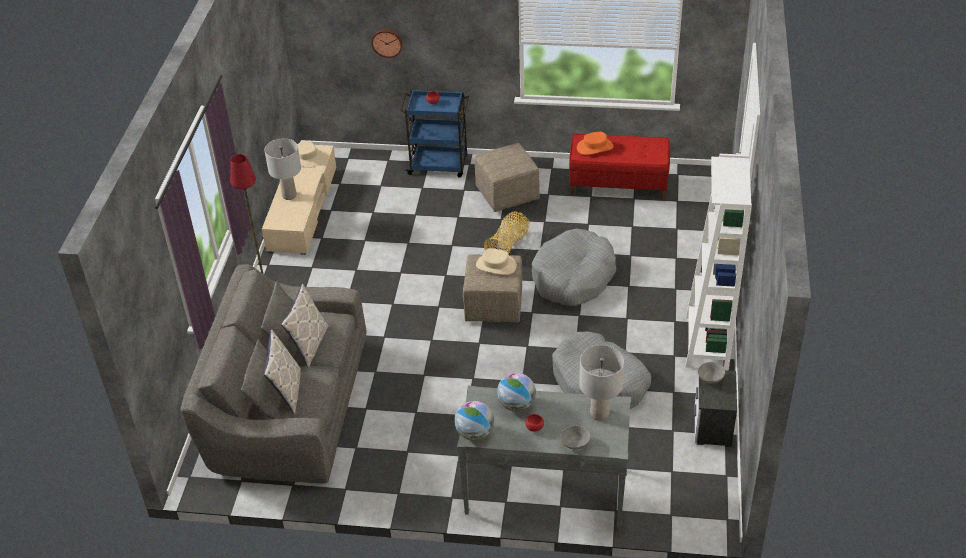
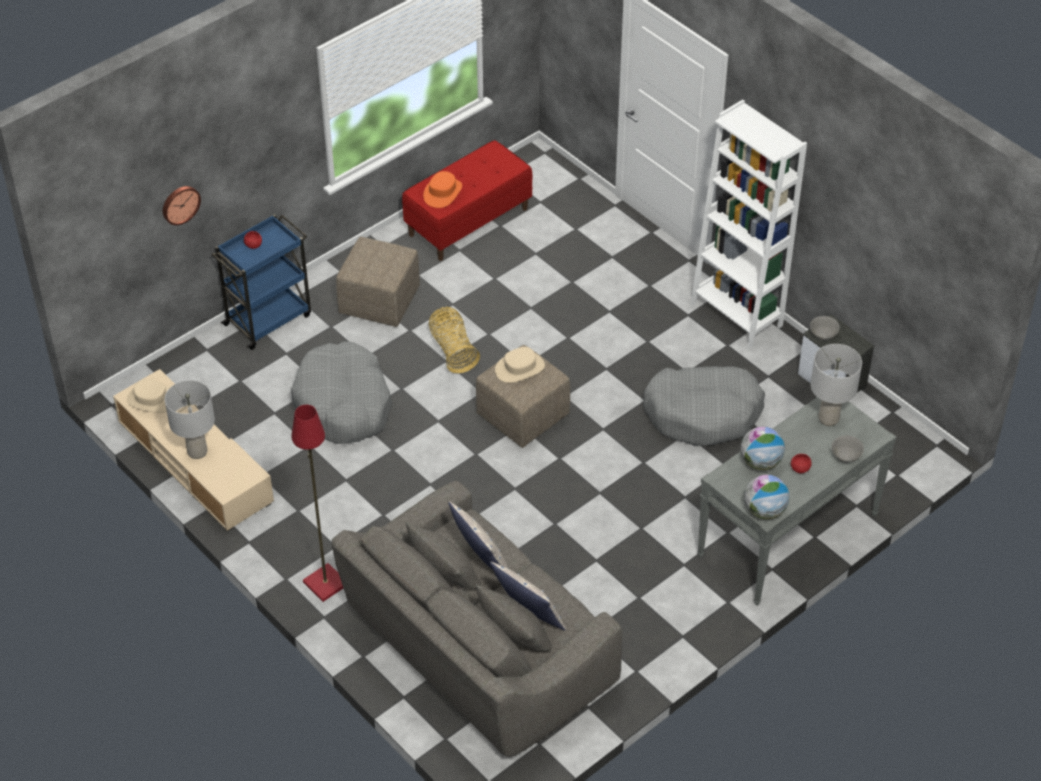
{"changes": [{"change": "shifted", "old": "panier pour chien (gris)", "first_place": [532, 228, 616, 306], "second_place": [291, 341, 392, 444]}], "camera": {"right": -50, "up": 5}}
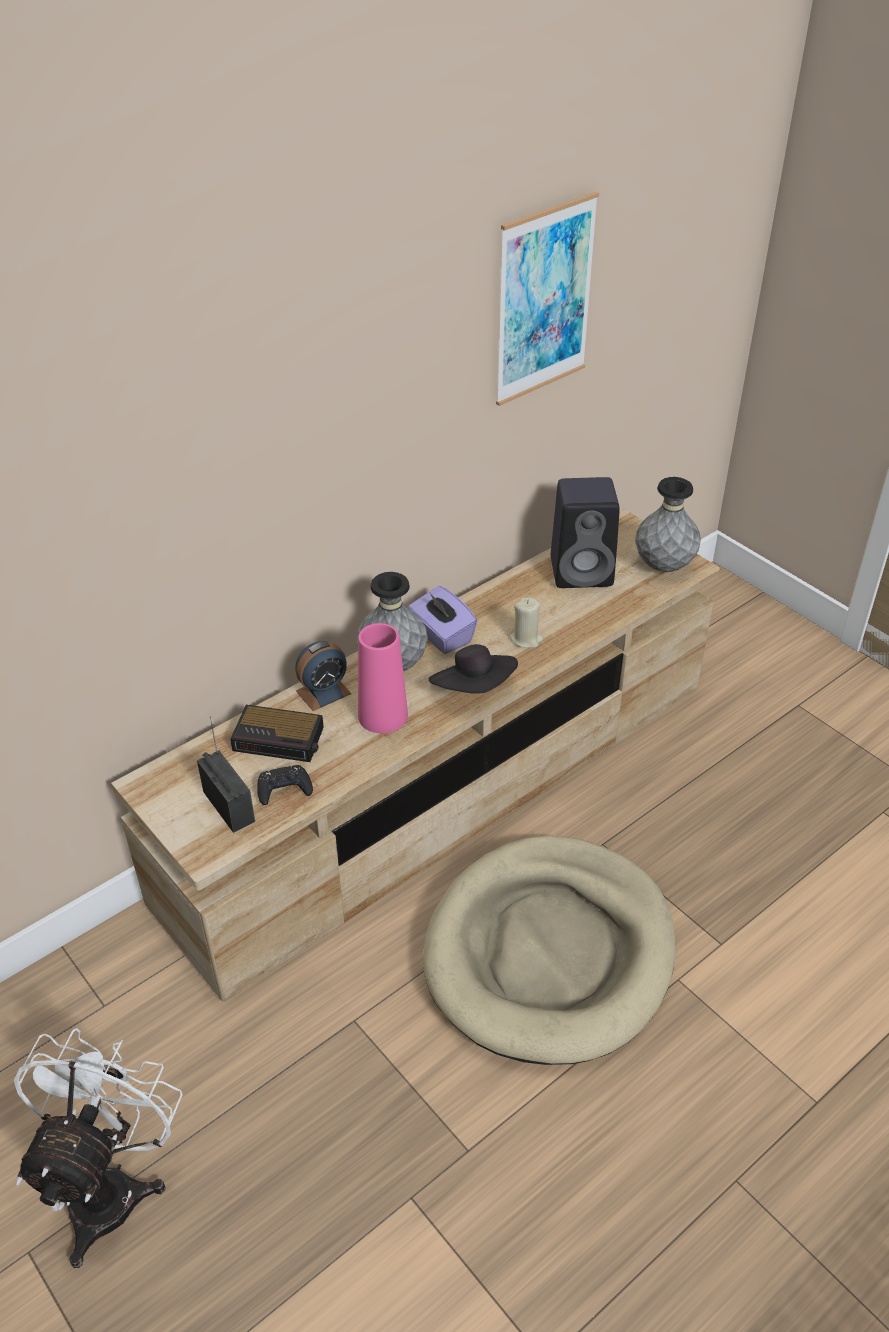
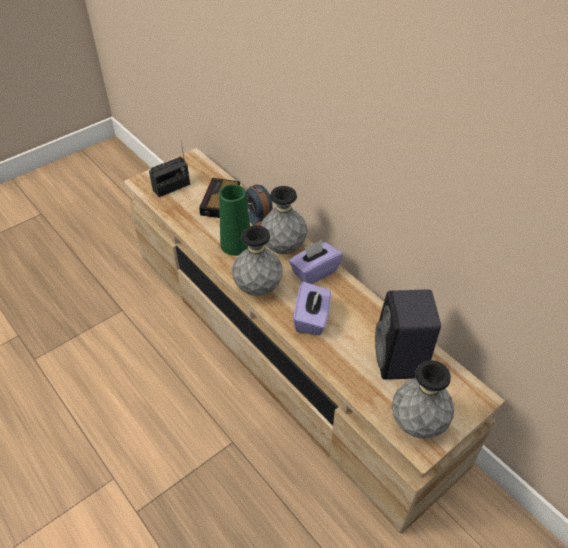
{"changes": [{"change": "gone", "old": "ventilateur (blanc)", "first_place": [14, 1028, 183, 1268]}, {"change": "gone", "old": "manette (noir)", "first_place": [257, 765, 313, 805]}, {"change": "gone", "old": "panier pour chien (beige)", "first_place": [423, 835, 675, 1065]}, {"change": "gone", "old": "tableau", "first_place": [496, 192, 599, 406]}, {"change": "swapped", "old": "chapeau (noir)", "new": "vase (gris)", "first_place": [429, 644, 518, 694], "second_place": [232, 225, 283, 296]}, {"change": "swapped", "old": "bougie (beige)", "new": "boîte à mouchoirs (violet)", "first_place": [510, 597, 543, 648], "second_place": [293, 282, 331, 335]}, {"change": "repainted", "old": "vase (rose)", "new": "vase (vert)", "first_place": [358, 623, 408, 733], "second_place": [219, 184, 250, 256]}], "camera": {"right": 90, "up": 5}}
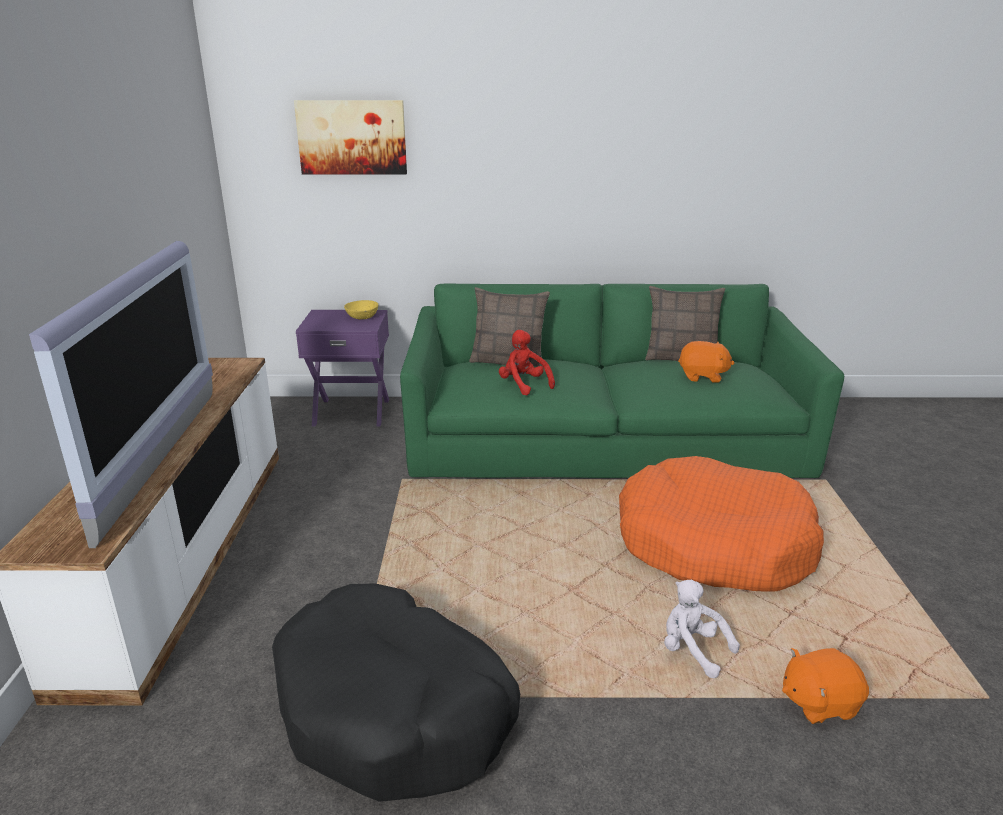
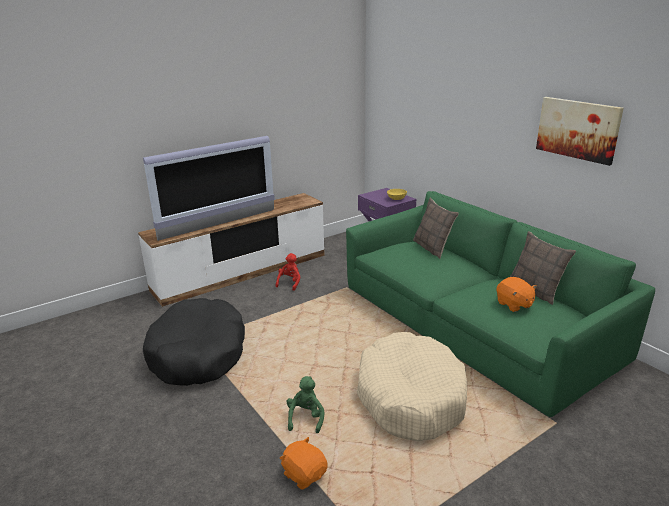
{"changes": [{"change": "shifted", "old": "tableau", "first_place": [294, 100, 407, 175], "second_place": [536, 97, 624, 166]}, {"change": "shifted", "old": "peluche (rouge)", "first_place": [499, 330, 555, 396], "second_place": [276, 253, 301, 291]}, {"change": "repainted", "old": "panier pour chien (orange)", "new": "panier pour chien (beige)", "first_place": [619, 456, 824, 592], "second_place": [357, 332, 467, 442]}, {"change": "repainted", "old": "peluche (blanc)", "new": "peluche (vert)", "first_place": [664, 580, 740, 678], "second_place": [286, 376, 324, 433]}], "camera": {"right": 55, "up": 0}}
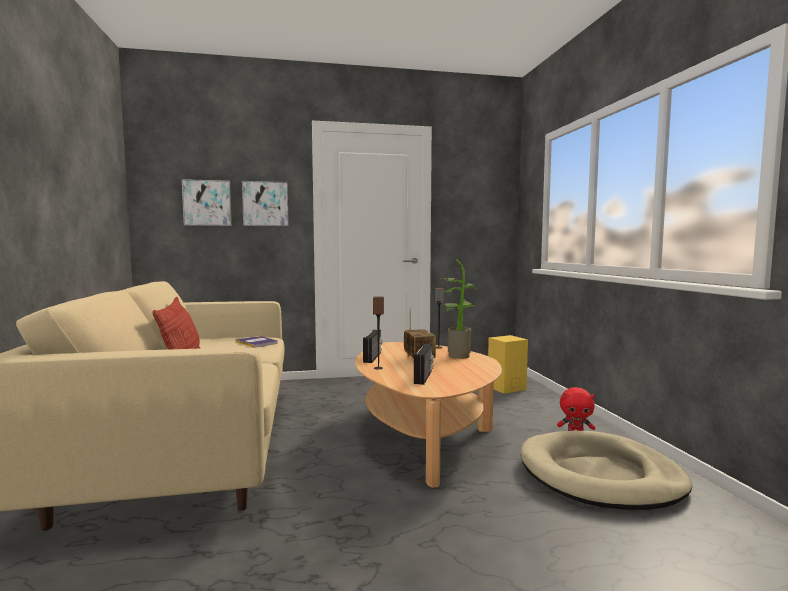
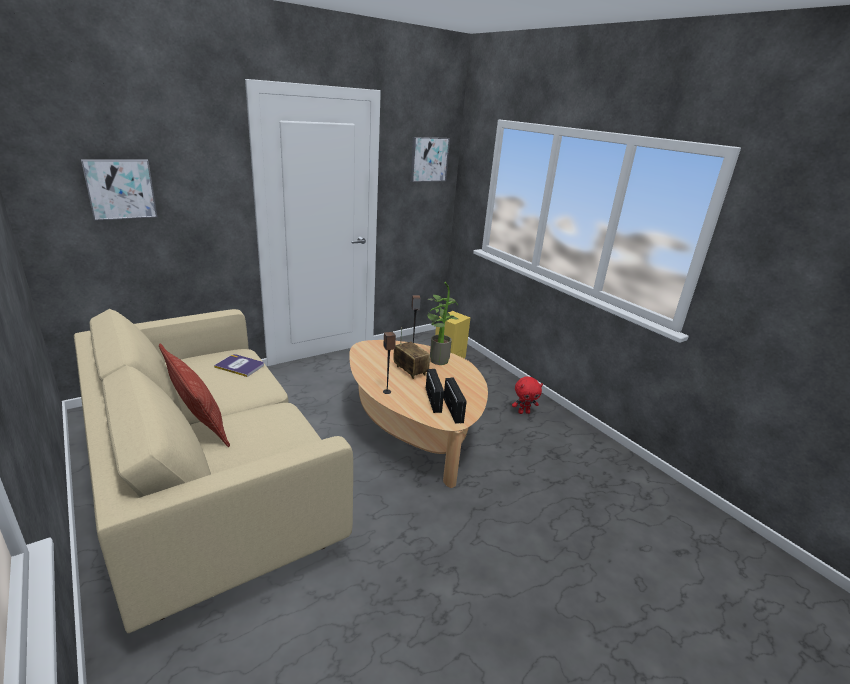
{"changes": [{"change": "gone", "old": "panier pour chien (beige)", "first_place": [520, 431, 692, 510]}, {"change": "shifted", "old": "tableau", "first_place": [242, 181, 289, 226], "second_place": [410, 137, 450, 182]}, {"change": "shifted", "old": "radio", "first_place": [363, 330, 382, 363], "second_place": [443, 377, 467, 424]}], "camera": {"right": -25, "up": 20}}
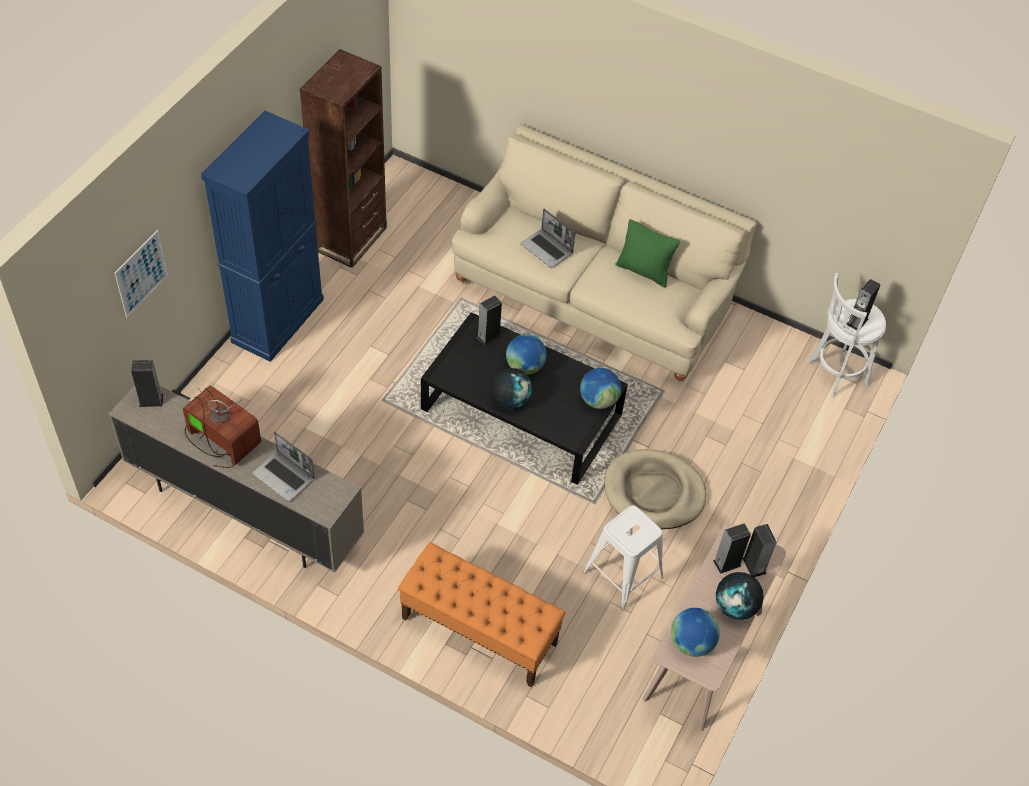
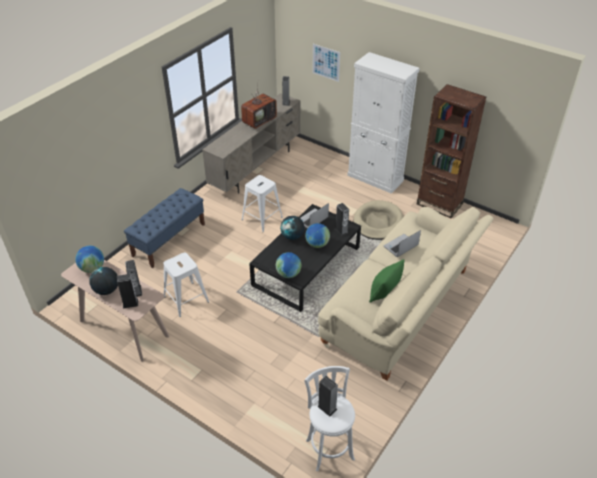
{"changes": [{"change": "new", "new": "tabouret (blanc)", "second_place": [242, 175, 283, 232]}, {"change": "shifted", "old": "ordinateur portable", "first_place": [252, 431, 315, 502], "second_place": [300, 203, 329, 229]}, {"change": "shifted", "old": "panier pour chien (beige)", "first_place": [604, 449, 706, 529], "second_place": [354, 200, 403, 240]}, {"change": "repainted", "old": "meuble de rangement (bleu)", "new": "meuble de rangement (blanc)", "first_place": [201, 111, 324, 362], "second_place": [347, 52, 420, 194]}, {"change": "repainted", "old": "banc (orange)", "new": "banc (bleu)", "first_place": [398, 542, 566, 687], "second_place": [124, 188, 205, 268]}], "camera": {"right": 100, "up": -10}}
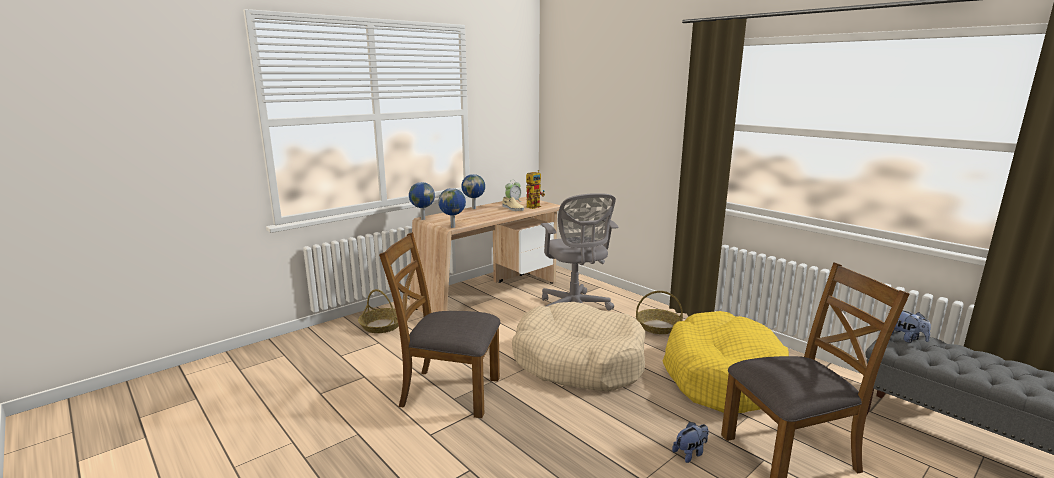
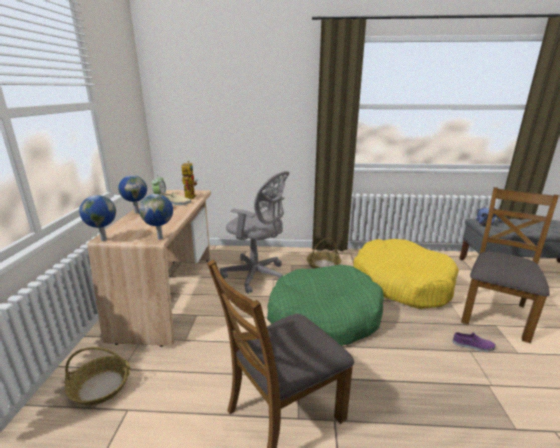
{"changes": [{"change": "swapped", "old": "peluche", "new": "chaussure (violet)", "first_place": [672, 422, 709, 463], "second_place": [452, 332, 496, 352]}, {"change": "repainted", "old": "panier pour chien (beige)", "new": "panier pour chien (vert)", "first_place": [512, 302, 645, 392], "second_place": [267, 264, 384, 346]}], "camera": {"right": -45, "up": 5}}
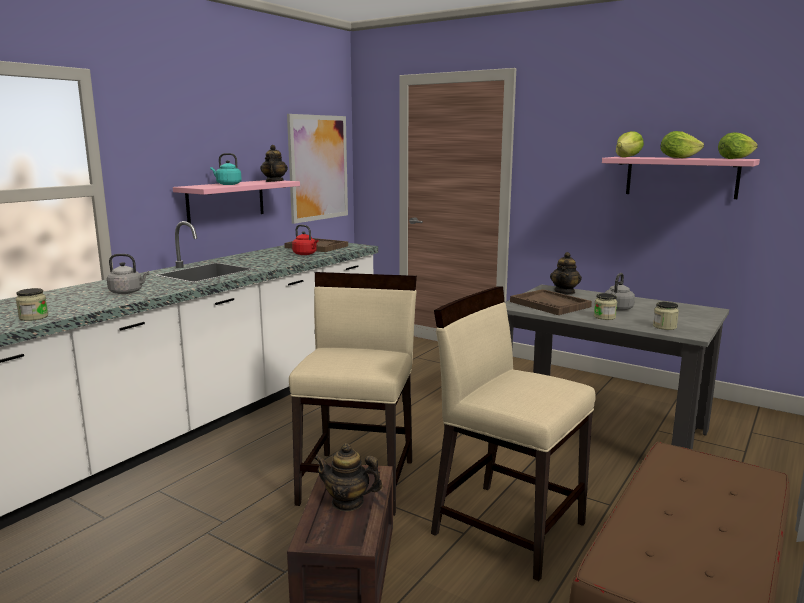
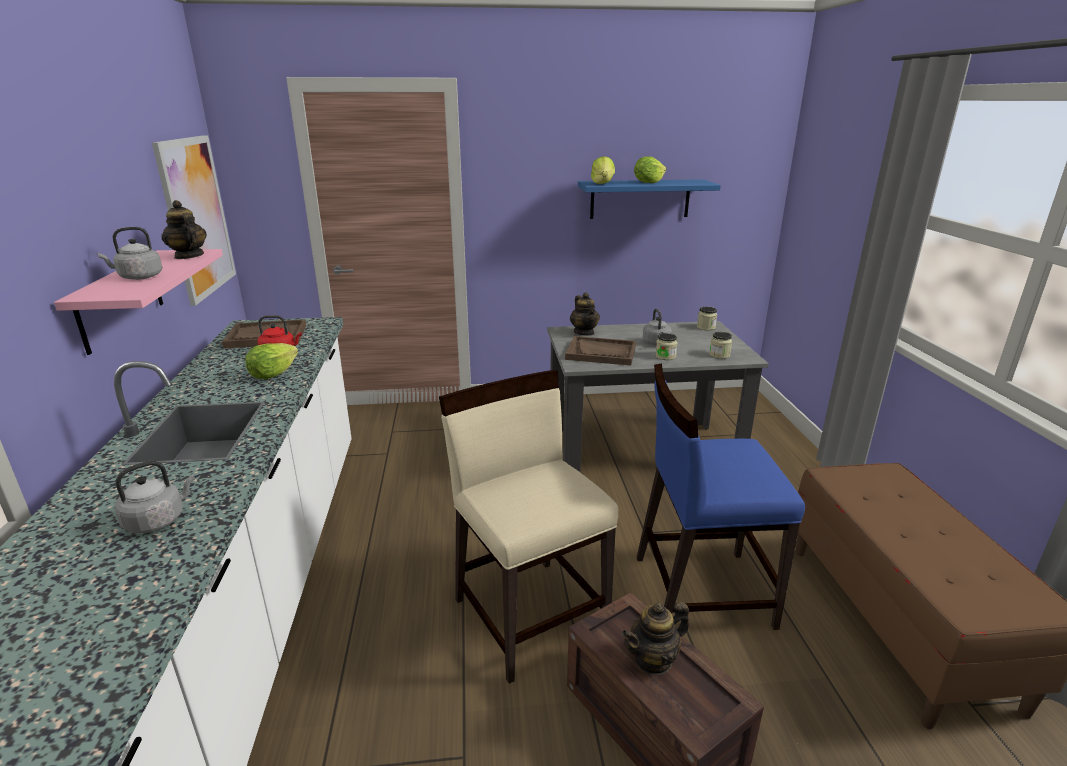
{"changes": [{"change": "shifted", "old": "bocal", "first_place": [16, 288, 48, 321], "second_place": [697, 307, 717, 330]}, {"change": "shifted", "old": "laitue", "first_place": [718, 132, 758, 159], "second_place": [245, 343, 298, 379]}, {"change": "repainted", "old": "bouilloire (turquoise)", "new": "bouilloire (gris)", "first_place": [210, 153, 242, 185], "second_place": [97, 227, 162, 280]}, {"change": "repainted", "old": "chaise (beige)", "new": "chaise (bleu)", "first_place": [431, 286, 596, 581], "second_place": [637, 363, 805, 630]}, {"change": "repainted", "old": "étagère (rose)", "new": "étagère (bleu)", "first_place": [602, 157, 760, 199], "second_place": [578, 179, 721, 219]}], "camera": {"right": -40, "up": 10}}
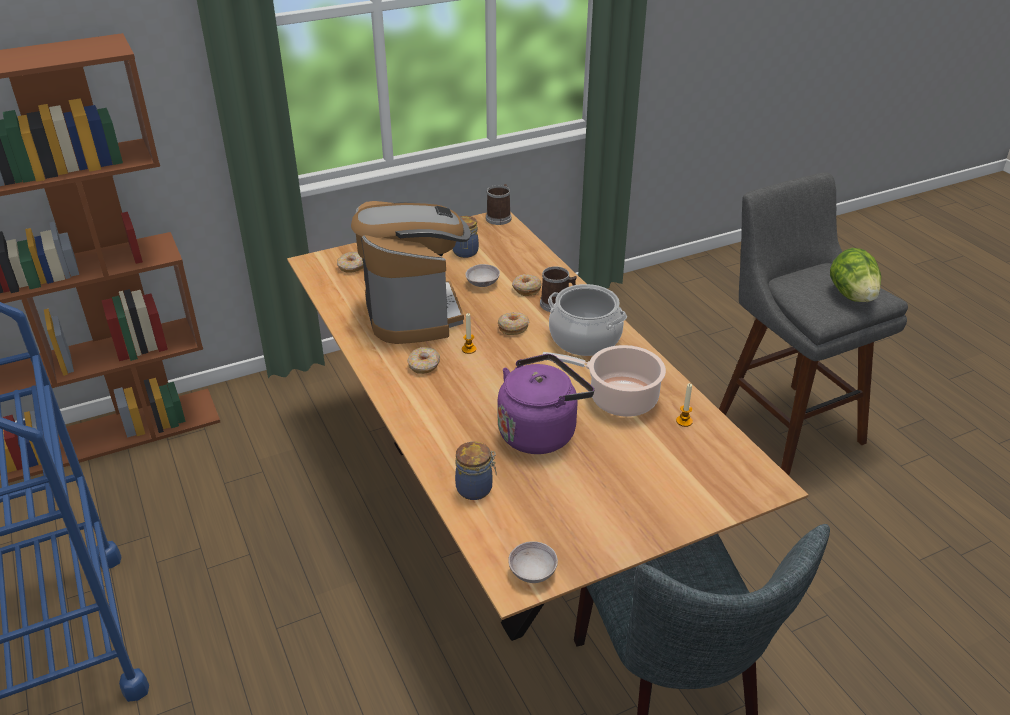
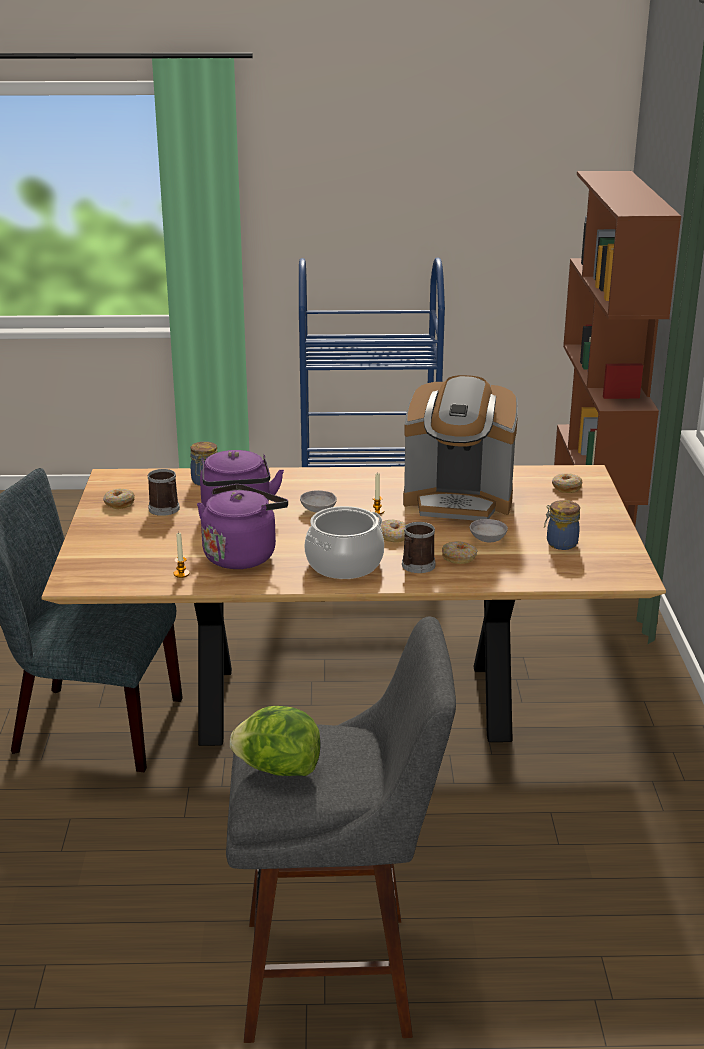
{"changes": [{"change": "shifted", "old": "beignet", "first_place": [407, 347, 440, 374], "second_place": [103, 489, 135, 509]}, {"change": "shifted", "old": "mug", "first_place": [486, 184, 511, 225], "second_place": [147, 469, 180, 516]}, {"change": "shifted", "old": "bol (gris)", "first_place": [509, 541, 558, 583], "second_place": [300, 491, 337, 512]}, {"change": "swapped", "old": "marmite", "new": "bouilloire (violet)", "first_place": [542, 345, 666, 417], "second_place": [197, 484, 288, 569]}], "camera": {"right": 115, "up": -10}}
